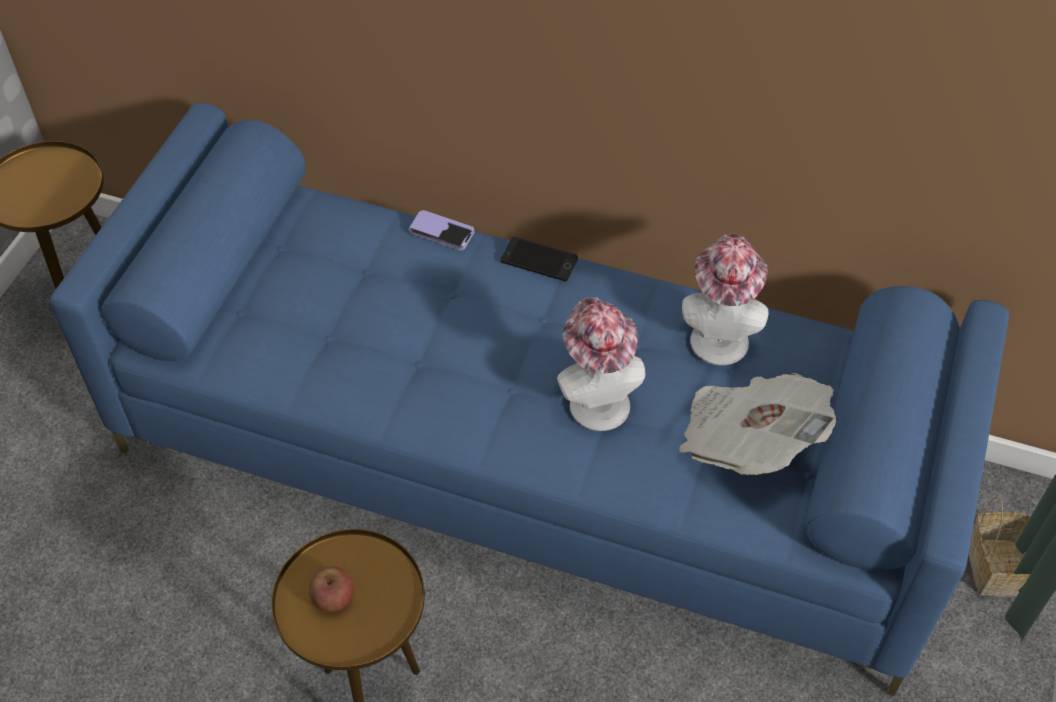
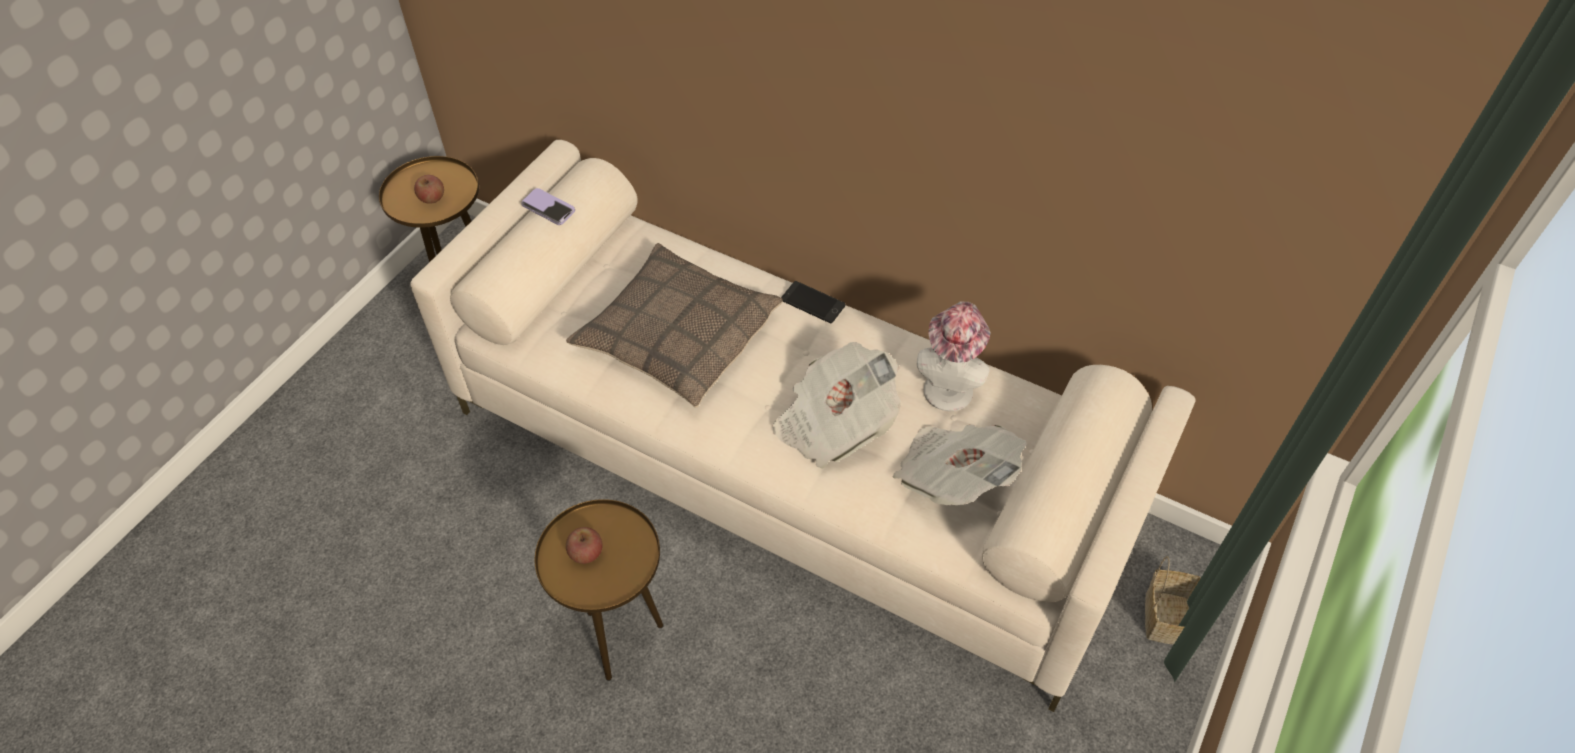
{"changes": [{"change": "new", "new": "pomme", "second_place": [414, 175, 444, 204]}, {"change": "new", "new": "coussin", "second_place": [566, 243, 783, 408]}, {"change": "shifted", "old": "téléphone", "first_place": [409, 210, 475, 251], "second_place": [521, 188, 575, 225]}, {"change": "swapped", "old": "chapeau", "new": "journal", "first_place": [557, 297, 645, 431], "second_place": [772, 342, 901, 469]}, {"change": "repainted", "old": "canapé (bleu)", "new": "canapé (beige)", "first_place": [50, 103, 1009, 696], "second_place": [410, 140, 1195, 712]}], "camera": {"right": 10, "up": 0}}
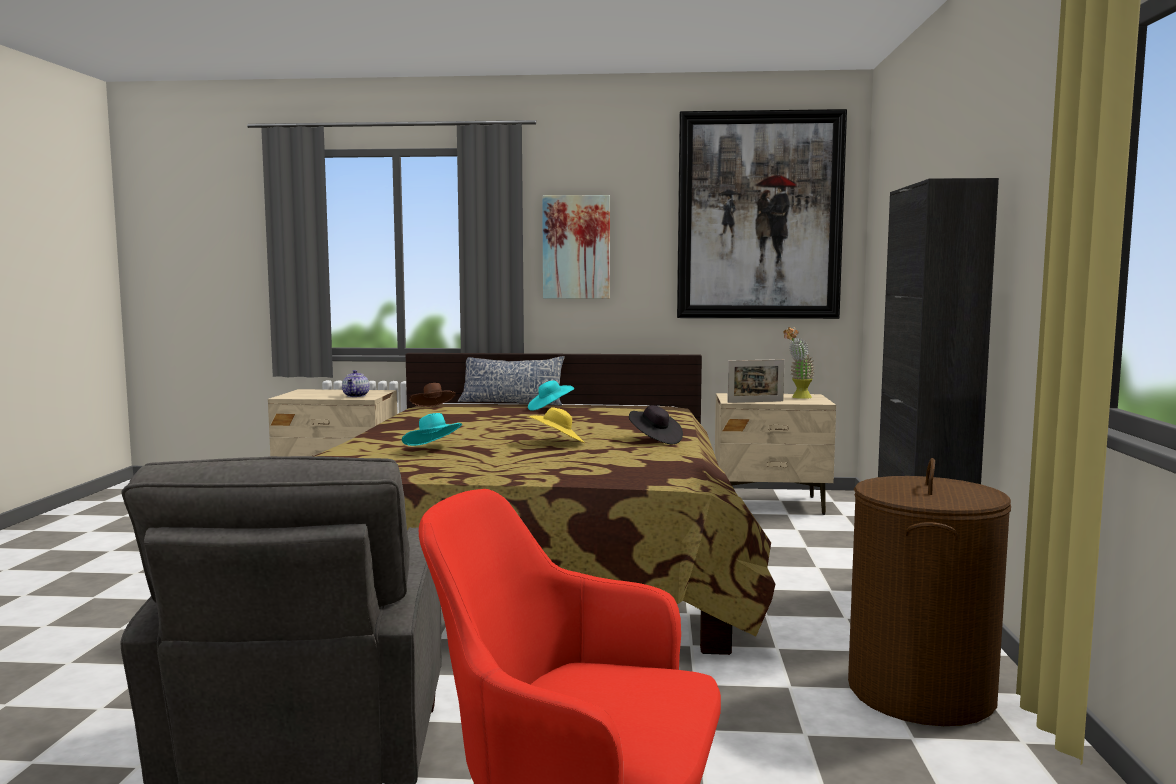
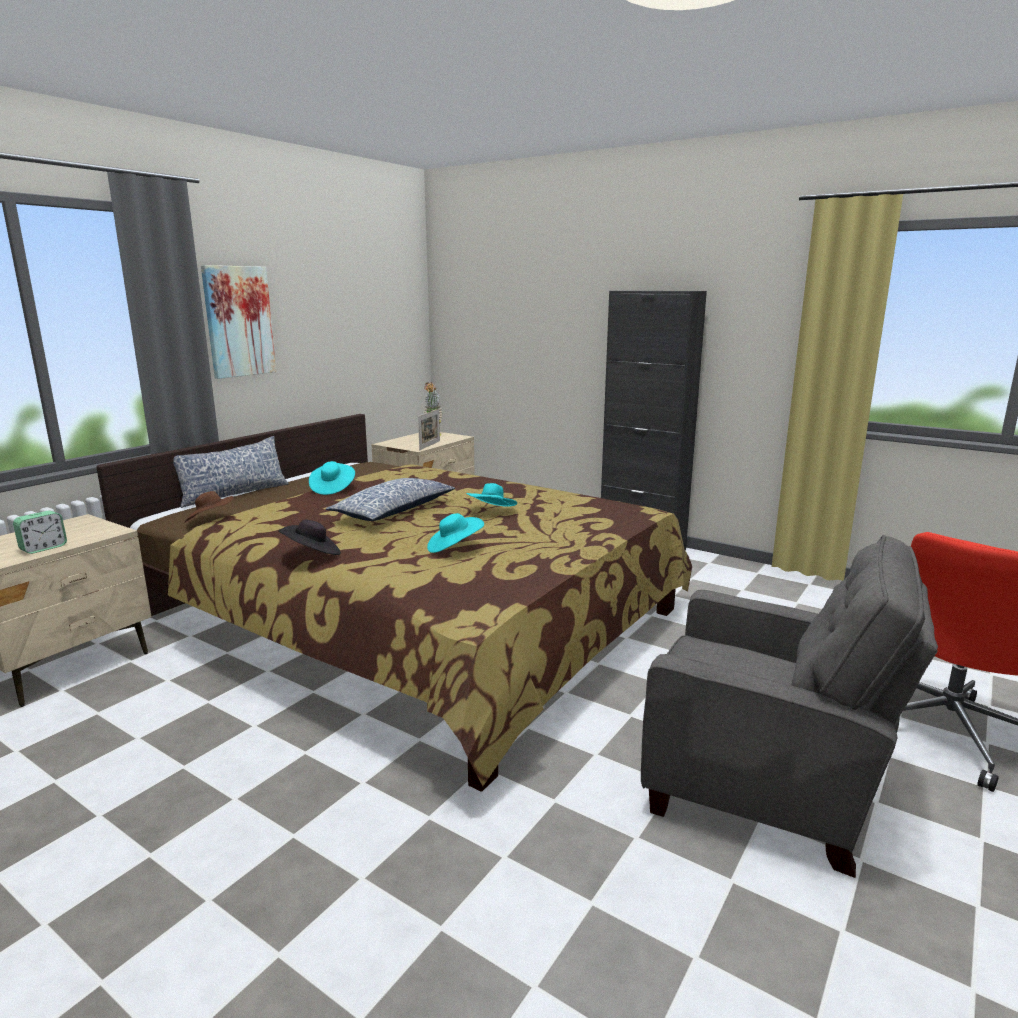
{"changes": [{"change": "gone", "old": "théière", "first_place": [342, 370, 370, 397]}, {"change": "gone", "old": "tableau", "first_place": [677, 109, 847, 319]}, {"change": "gone", "old": "panier à linge (marron)", "first_place": [848, 458, 1011, 726]}, {"change": "new", "new": "réveil", "second_place": [13, 511, 67, 554]}, {"change": "new", "new": "coussin", "second_place": [326, 478, 455, 521]}, {"change": "shifted", "old": "chapeau (noir)", "first_place": [629, 405, 683, 444], "second_place": [279, 520, 341, 555]}, {"change": "repainted", "old": "chapeau (jaune)", "new": "chapeau (turquoise)", "first_place": [527, 407, 585, 443], "second_place": [466, 483, 517, 507]}], "camera": {"right": -60, "up": 10}}
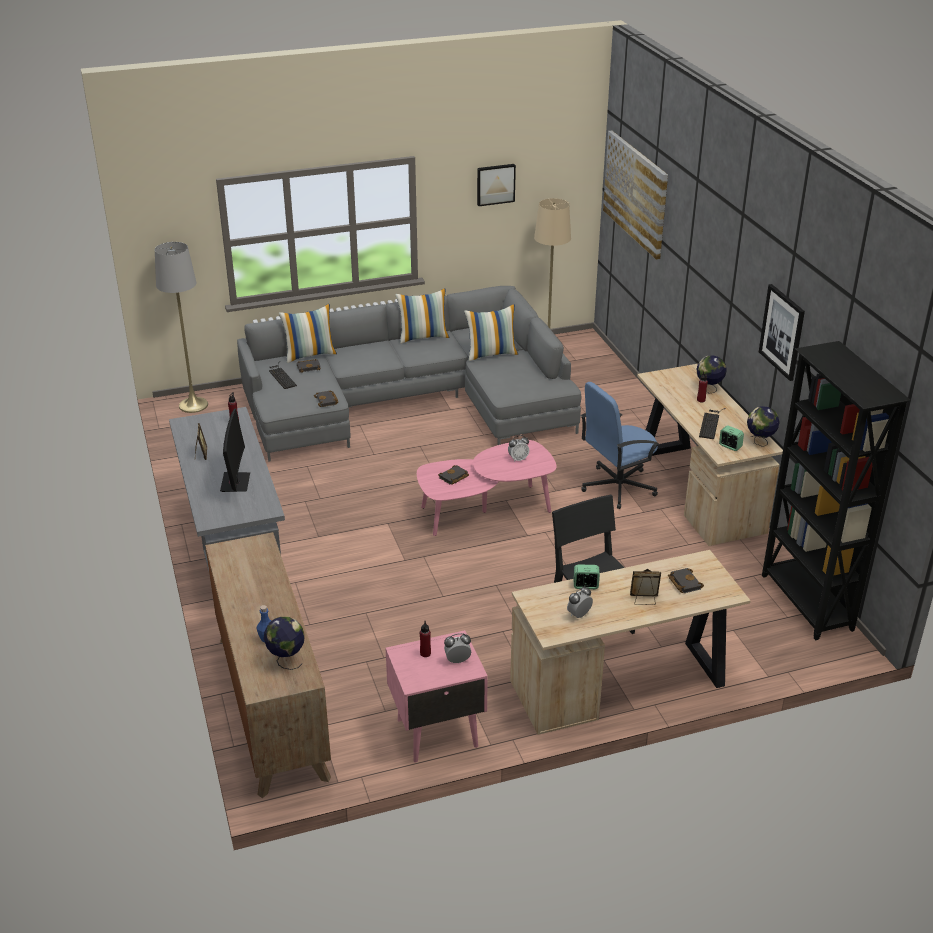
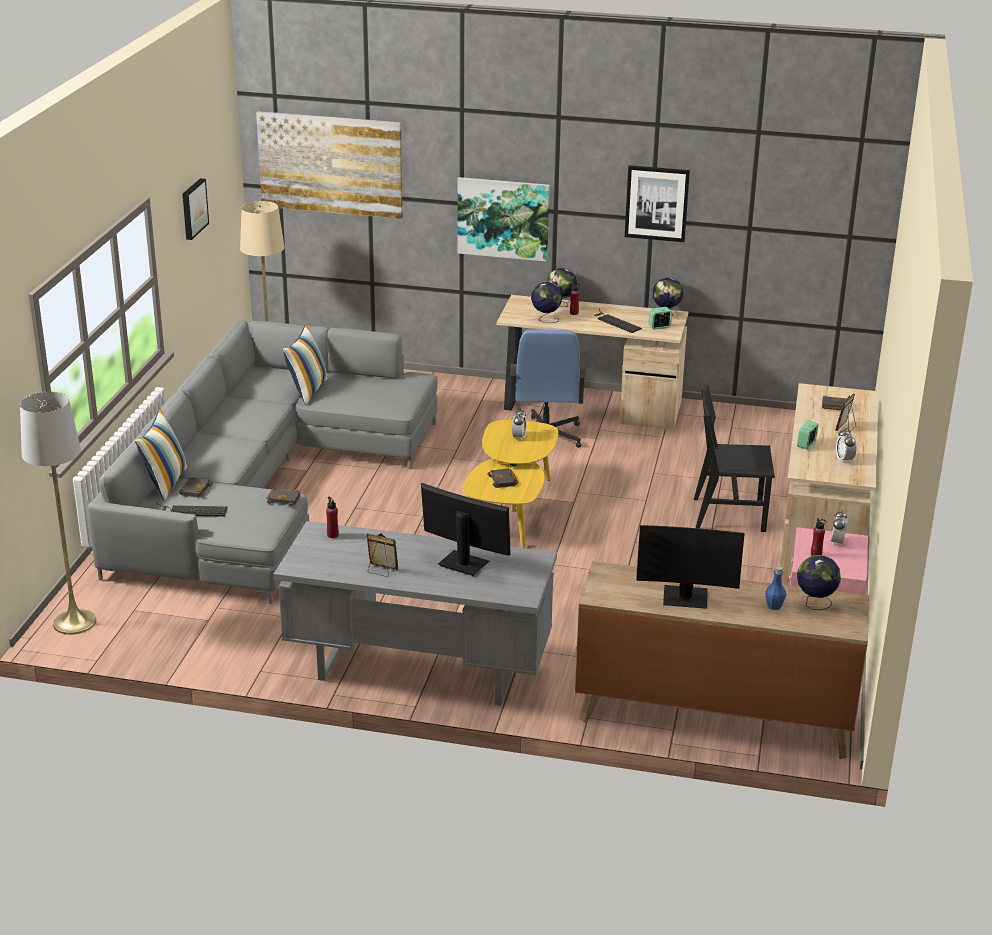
{"changes": [{"change": "gone", "old": "coussin", "first_place": [395, 288, 449, 344]}, {"change": "gone", "old": "bibliothèque (noir)", "first_place": [762, 341, 911, 640]}, {"change": "new", "new": "tableau", "second_place": [457, 177, 550, 262]}, {"change": "new", "new": "globe", "second_place": [531, 282, 562, 323]}, {"change": "new", "new": "écran d'ordinateur", "second_place": [636, 525, 744, 609]}, {"change": "repainted", "old": "table basse (rose)", "new": "table basse (jaune)", "first_place": [417, 440, 557, 536], "second_place": [462, 420, 558, 548]}], "camera": {"right": -60, "up": -5}}
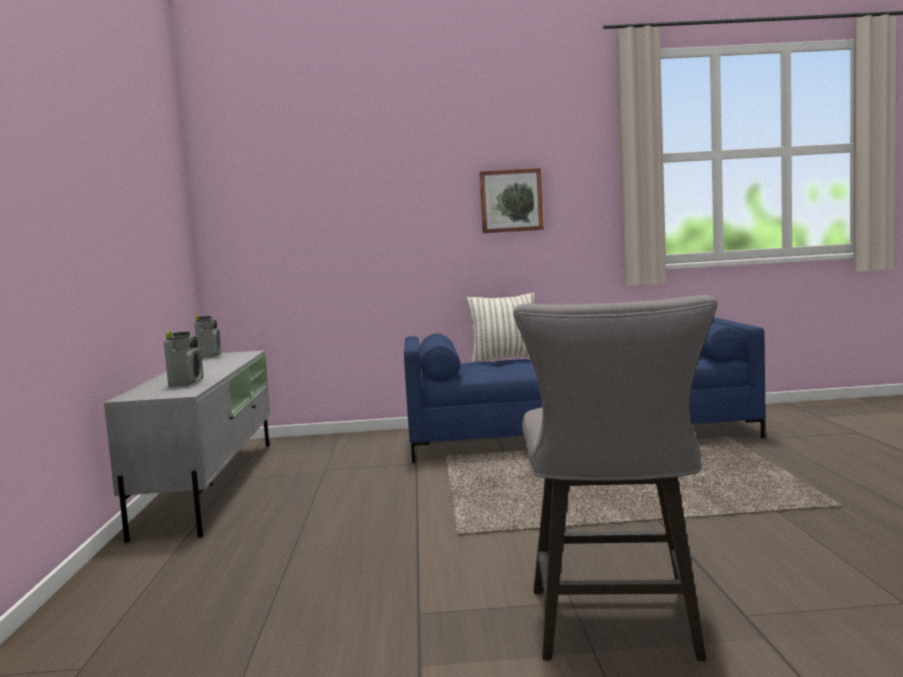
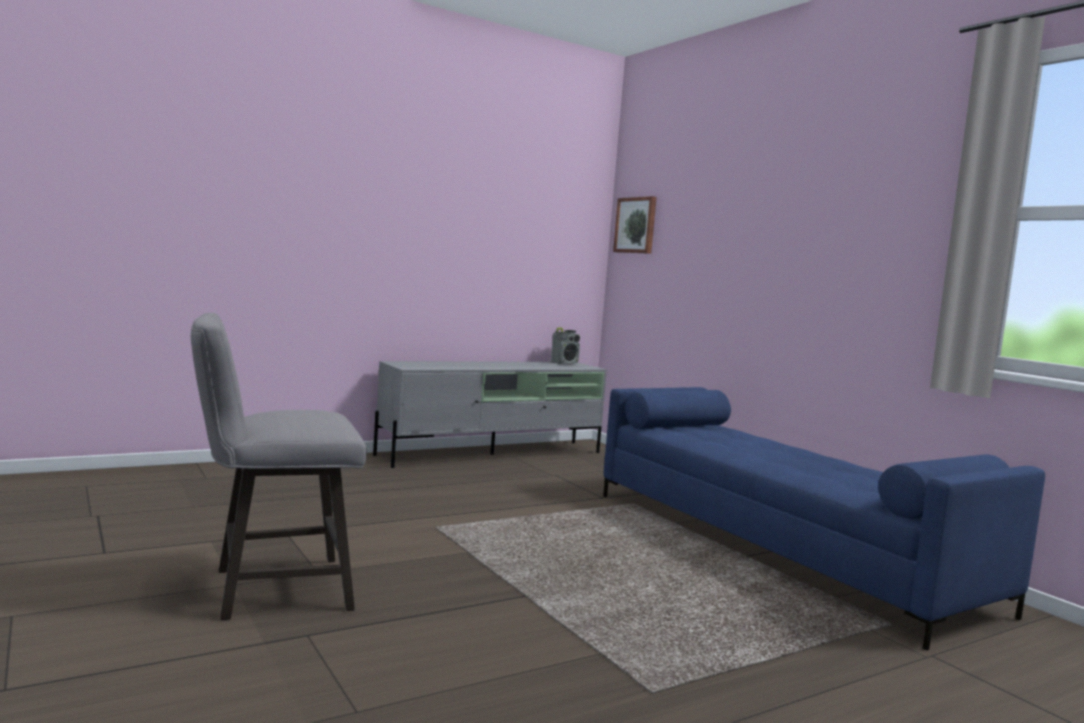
{"changes": [{"change": "gone", "old": "radio", "first_place": [164, 331, 203, 387]}, {"change": "gone", "old": "coussin", "first_place": [466, 293, 535, 362]}, {"change": "shifted", "old": "tableau", "first_place": [479, 168, 544, 233], "second_place": [613, 196, 657, 254]}], "camera": {"right": 60, "up": 0}}
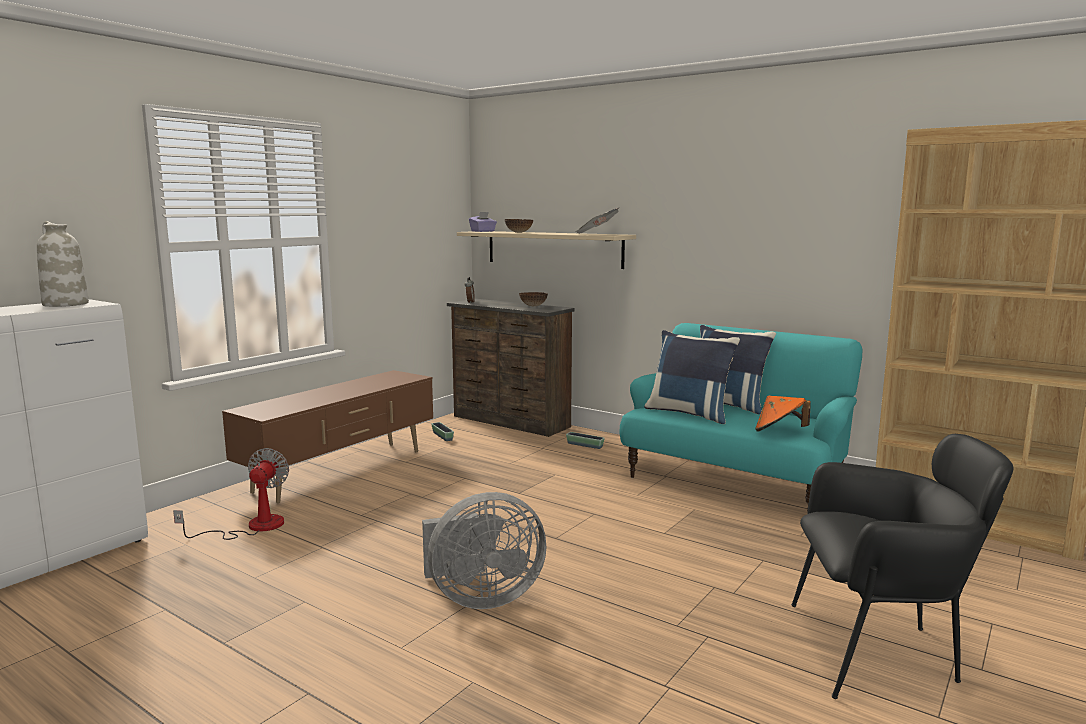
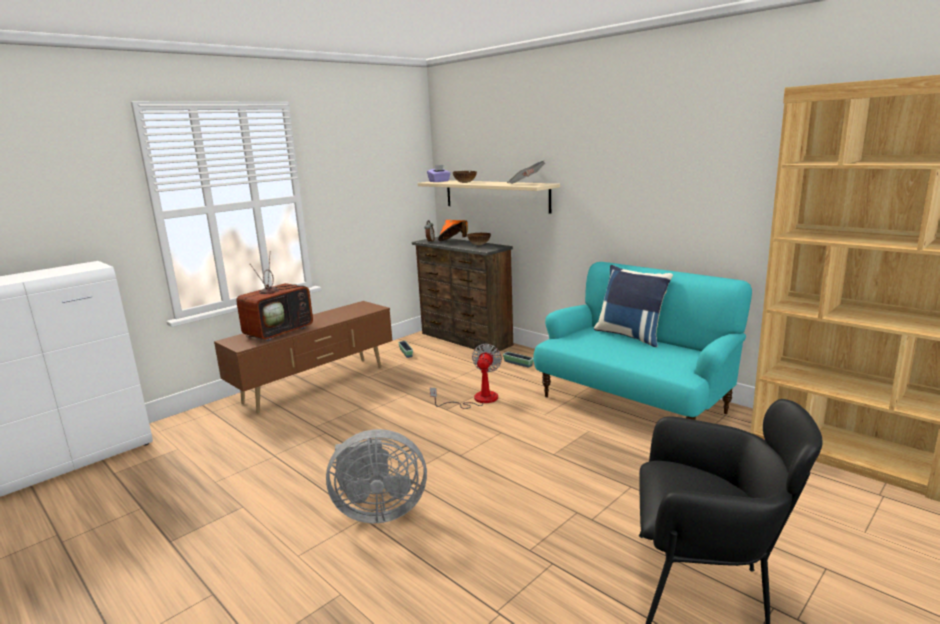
{"changes": [{"change": "gone", "old": "vase (blanc)", "first_place": [37, 221, 89, 307]}, {"change": "gone", "old": "coussin (bleu)", "first_place": [644, 330, 740, 424]}, {"change": "new", "new": "téléviseur", "second_place": [236, 251, 313, 341]}, {"change": "shifted", "old": "ventilateur", "first_place": [173, 448, 289, 540], "second_place": [430, 344, 502, 409]}, {"change": "shifted", "old": "chapeau (orange)", "first_place": [755, 396, 811, 432], "second_place": [438, 220, 468, 241]}], "camera": {"right": 10, "up": 5}}
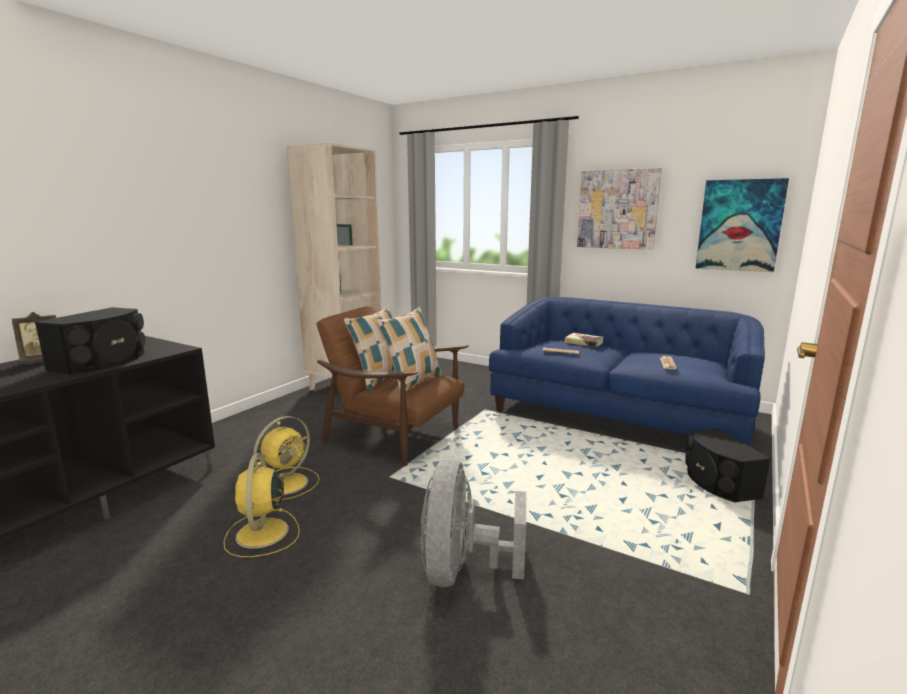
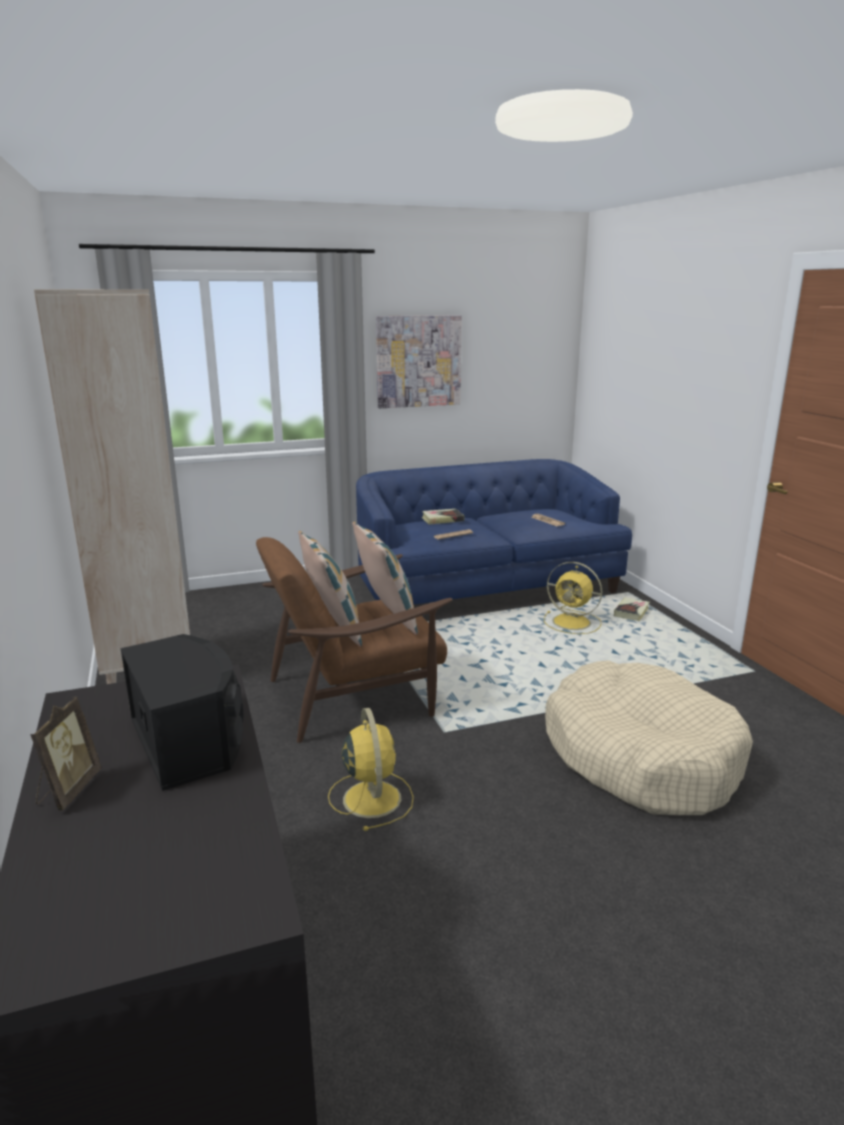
{"changes": [{"change": "gone", "old": "tableau", "first_place": [696, 178, 789, 272]}, {"change": "shifted", "old": "ventilateur (jaune)", "first_place": [224, 453, 300, 557], "second_place": [544, 562, 602, 634]}, {"change": "swapped", "old": "ventilateur (gris)", "new": "panier pour chien (beige)", "first_place": [421, 459, 526, 587], "second_place": [545, 660, 753, 815]}, {"change": "swapped", "old": "enceinte (noir)", "new": "livre", "first_place": [685, 428, 770, 502], "second_place": [614, 598, 650, 621]}], "camera": {"right": -50, "up": 5}}
